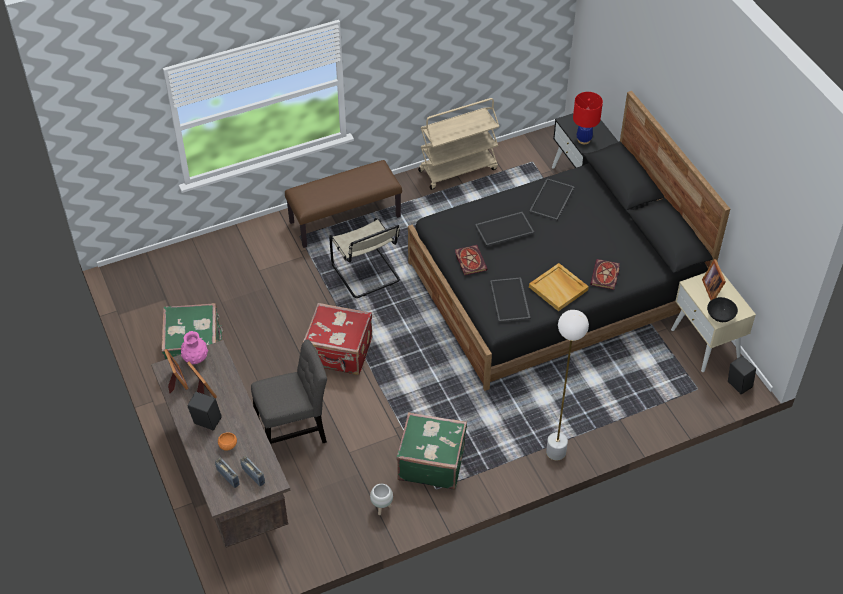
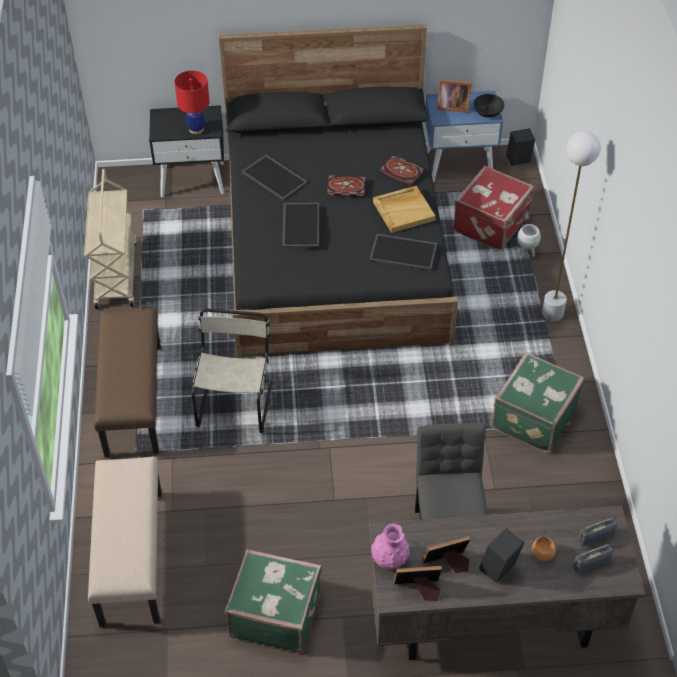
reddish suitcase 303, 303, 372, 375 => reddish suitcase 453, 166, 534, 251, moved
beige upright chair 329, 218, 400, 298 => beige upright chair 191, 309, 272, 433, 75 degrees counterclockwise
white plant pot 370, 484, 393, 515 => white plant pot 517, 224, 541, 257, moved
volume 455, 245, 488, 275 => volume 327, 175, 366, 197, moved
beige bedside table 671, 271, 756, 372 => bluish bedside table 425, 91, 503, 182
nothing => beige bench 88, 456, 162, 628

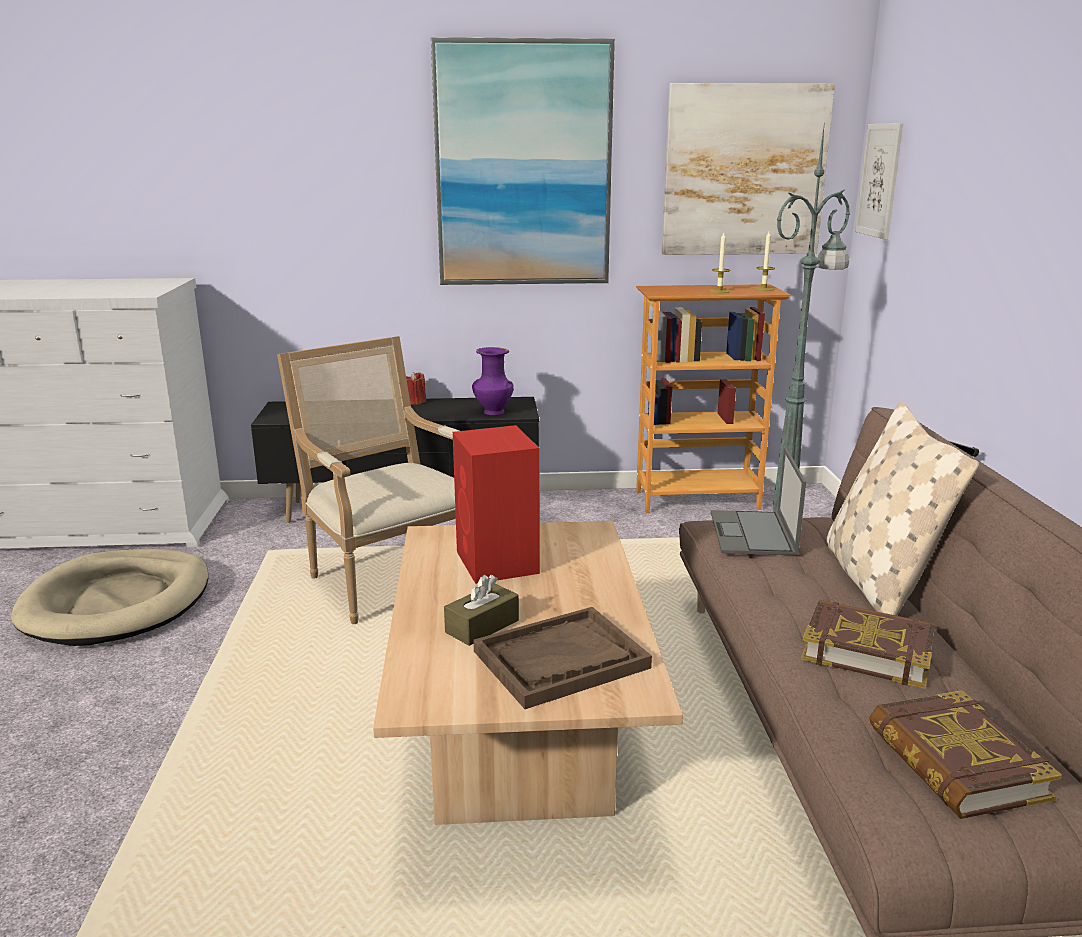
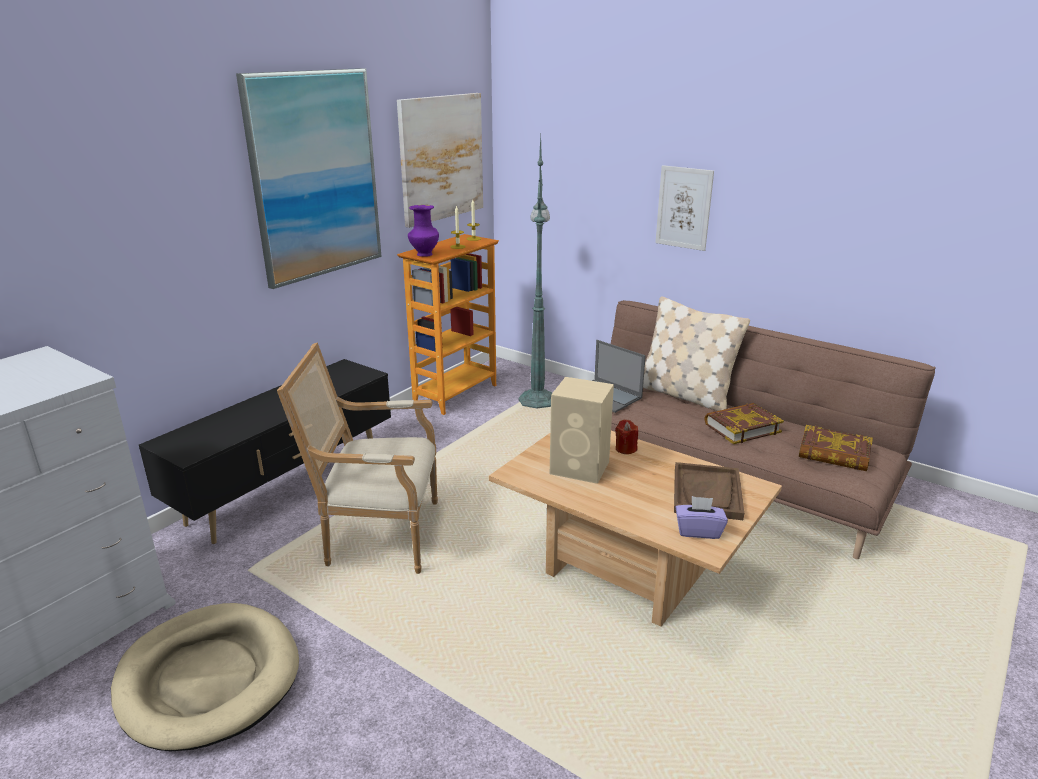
reddish wax light 406, 372, 426, 405 => reddish wax light 615, 419, 638, 454, moved
brown-coloured box of tissues 444, 575, 519, 646 => nothing
reddish audio speaker 453, 425, 540, 584 => beige audio speaker 550, 377, 614, 484
purple decorative vase 472, 347, 514, 415 => purple decorative vase 408, 205, 439, 257, moved
wall art 855, 123, 903, 239 => wall art 655, 165, 714, 251, moved
nothing => purple box of tissues 675, 496, 728, 539

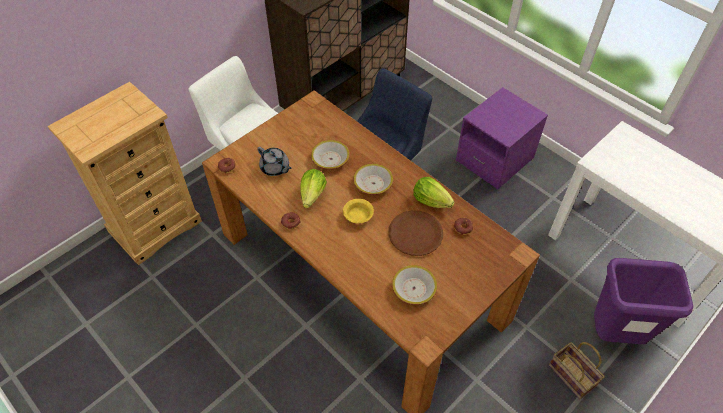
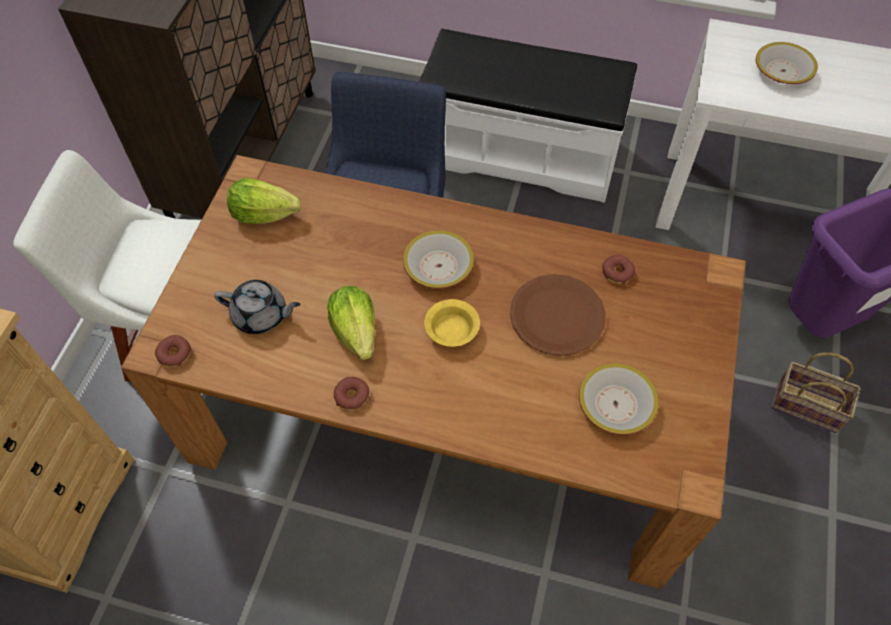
serving bowl 311, 140, 350, 169 => serving bowl 756, 42, 818, 84, moved
head of lettuce 413, 177, 455, 208 => head of lettuce 227, 178, 301, 224, moved
purple bedside table 456, 87, 548, 190 => white bench 419, 29, 637, 203

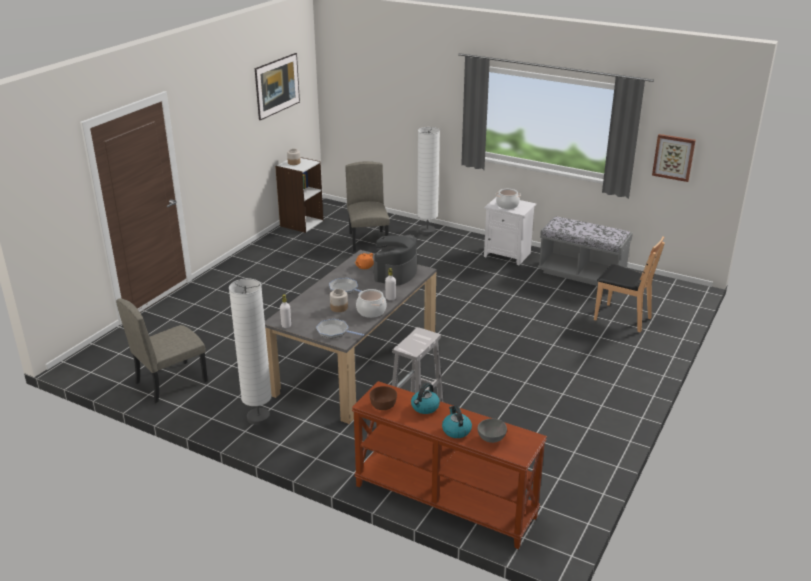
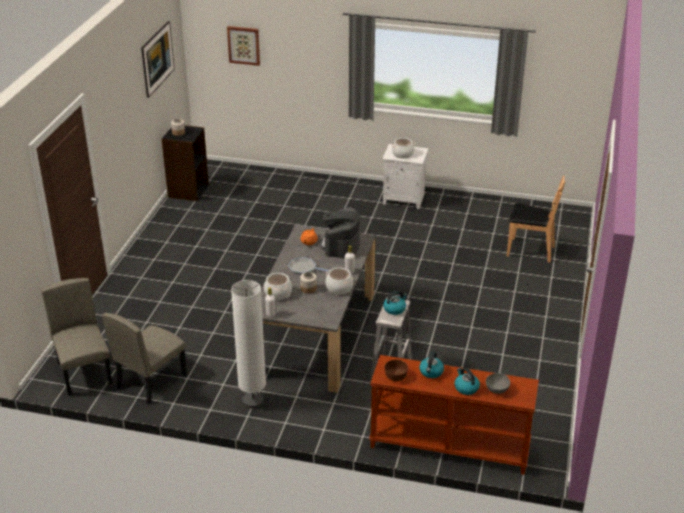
white bookcase 275, 157, 323, 233 => black-coloured bookcase 161, 125, 209, 201
skillet 316, 319, 364, 338 => nothing
beige upright chair 345, 161, 390, 252 => beige upright chair 41, 278, 112, 395, moved
white standing lamp 417, 127, 440, 235 => nothing
grey bench 538, 216, 633, 286 => nothing
wall art 652, 134, 696, 182 => wall art 227, 26, 260, 66, moved
nothing => cooking pot 264, 273, 292, 300
nothing => tea kettle 383, 291, 407, 315

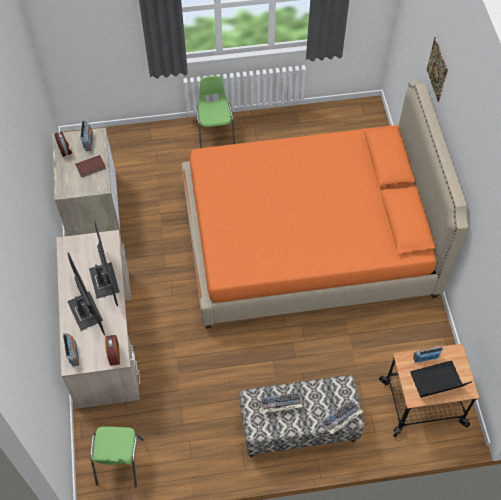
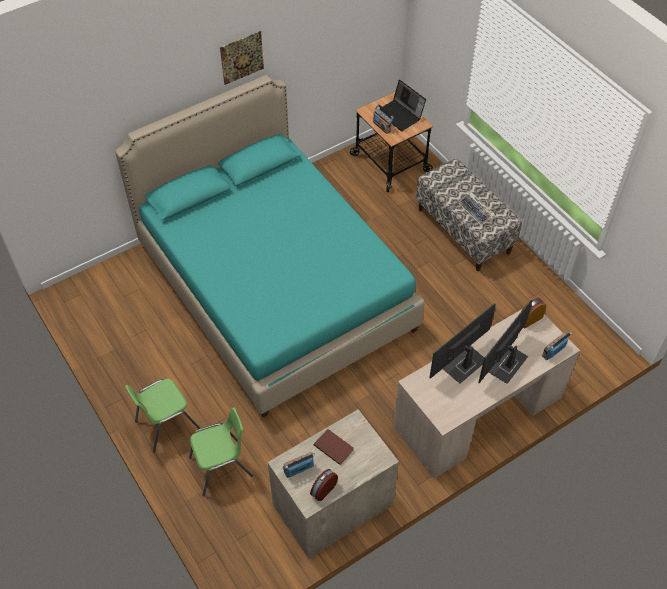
green-coloured upright chair 90, 426, 144, 487 => green-coloured upright chair 189, 407, 253, 496, moved
orangey bedroom bed 181, 81, 469, 329 => turquoise bedroom bed 115, 75, 425, 417
computer keyboard 320, 400, 363, 434 => nothing
wall art 427, 37, 448, 102 => wall art 220, 31, 264, 85, moved

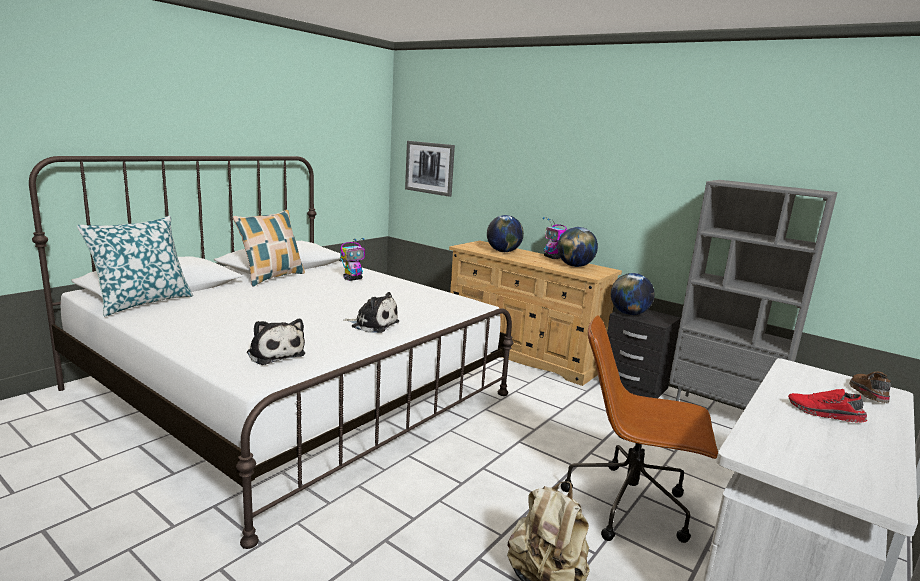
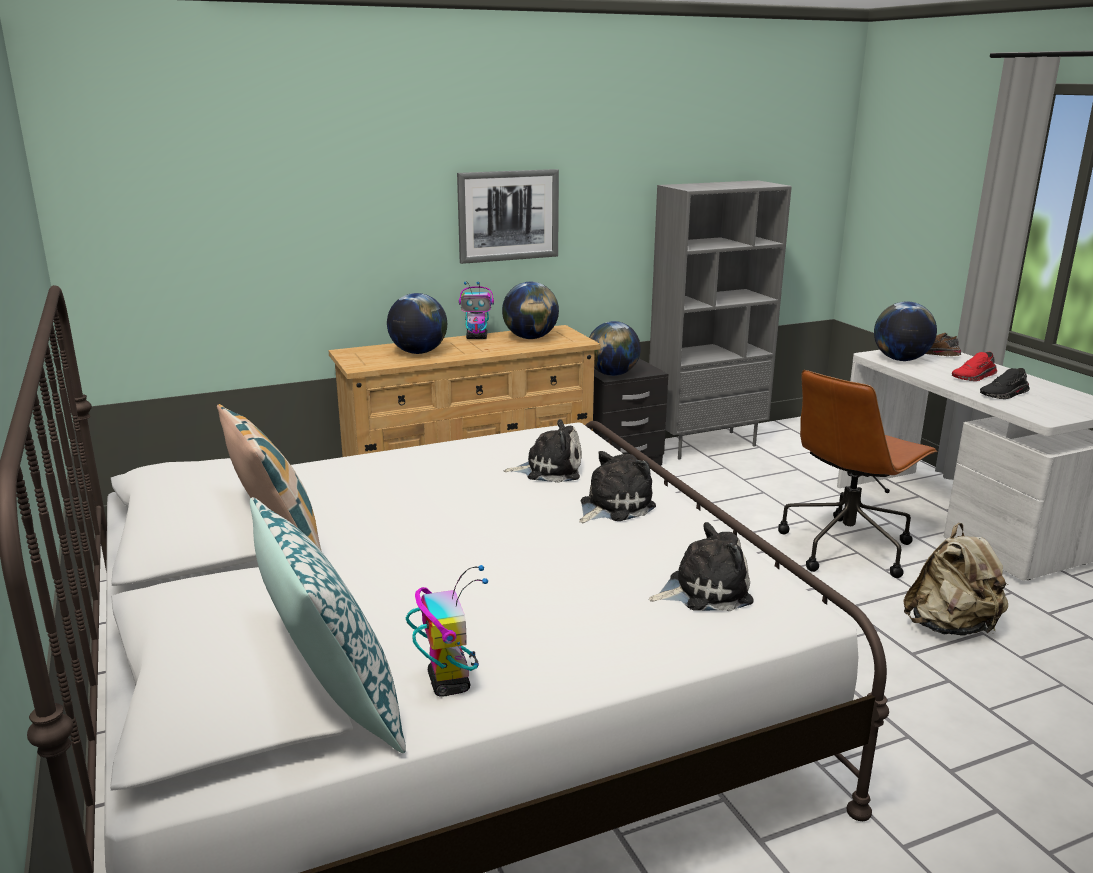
robot figure 340, 238, 365, 281 => robot figure 406, 565, 488, 697, moved
wall art 405, 141, 455, 197 => wall art 457, 169, 559, 264, moved
nothing => cuddly toy 504, 419, 582, 483
nothing => desk globe 874, 301, 937, 361
nothing => black-coloured shoe 980, 368, 1030, 399

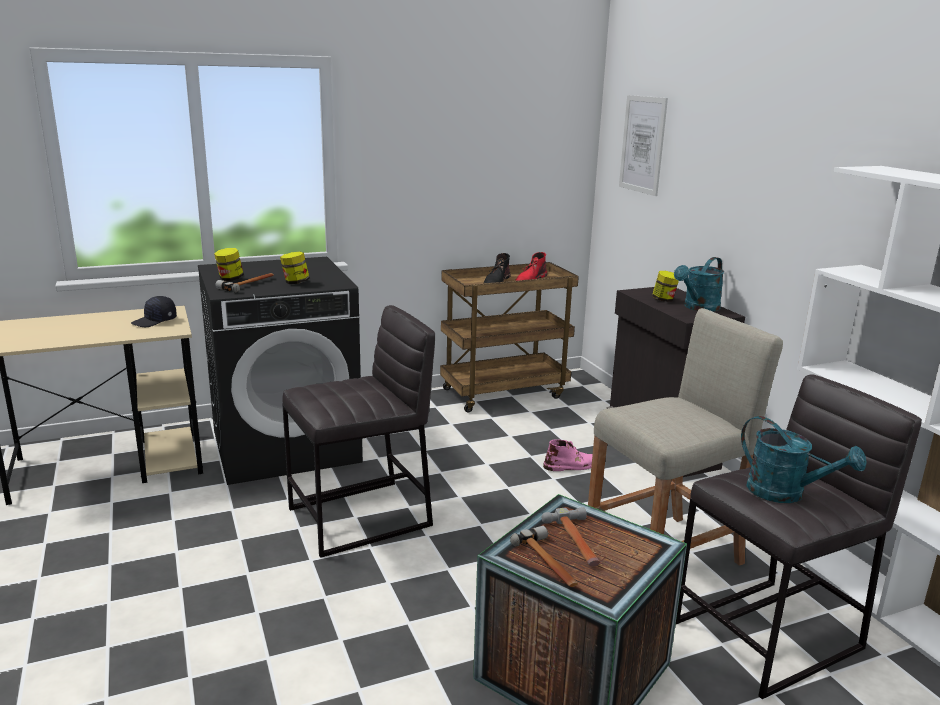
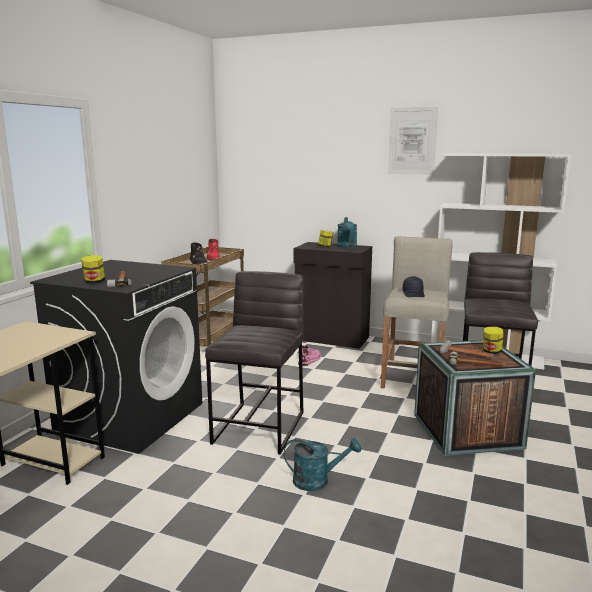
black-coloured cap 131, 296, 177, 327 => black-coloured cap 402, 276, 425, 297, moved
jar 280, 252, 310, 284 => jar 483, 326, 503, 354, moved
wall art 619, 95, 668, 196 => wall art 388, 107, 438, 175, moved
turquoise watering pot 741, 416, 867, 503 => turquoise watering pot 284, 438, 361, 491, moved

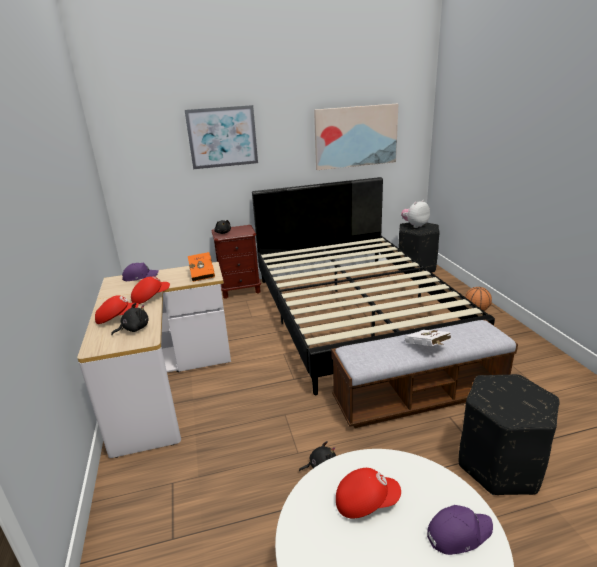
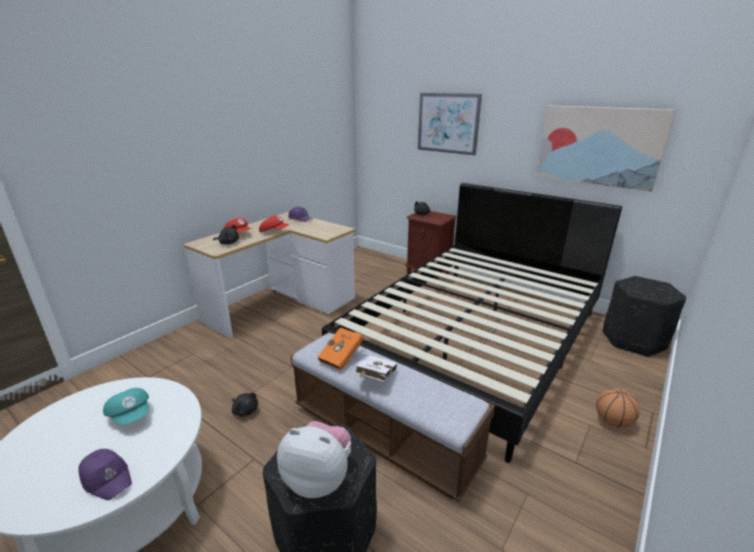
orangey volume 188, 252, 215, 282 => orangey volume 317, 327, 363, 370, moved
reddish cap 336, 468, 401, 518 => turquoise cap 103, 388, 149, 425
cuddly toy 401, 200, 430, 228 => cuddly toy 277, 421, 351, 498, moved

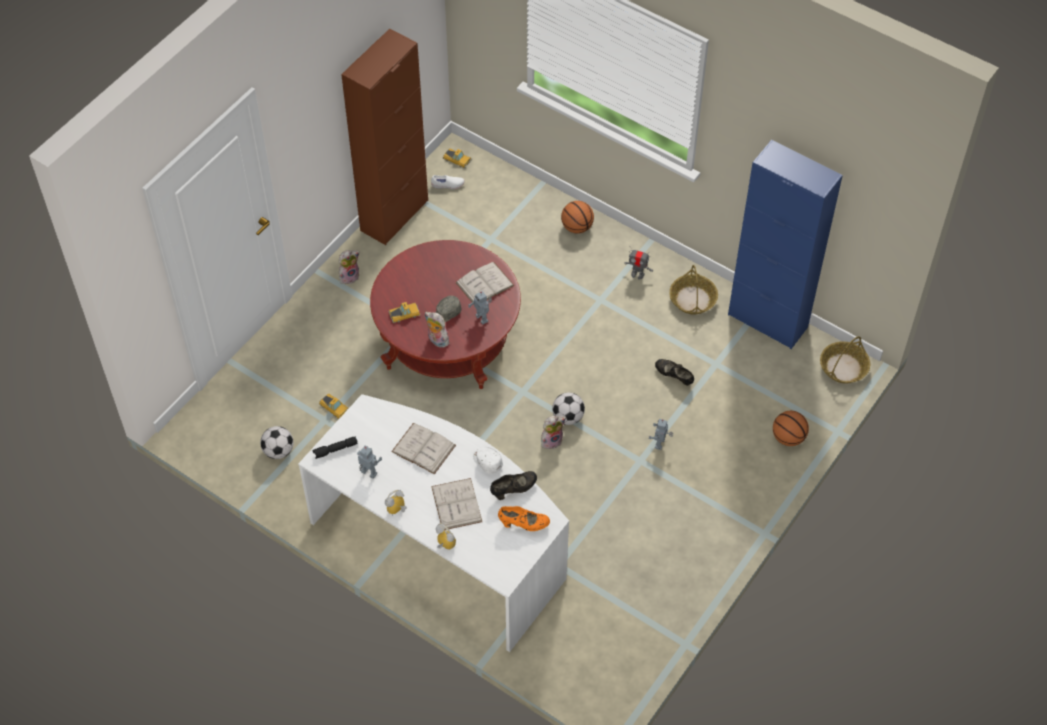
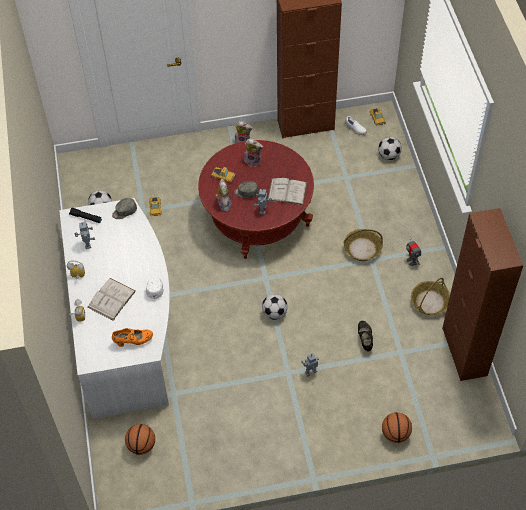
white volume 391, 423, 456, 475 => nothing
black-coloured shoe 490, 471, 537, 500 => nothing
orangey shoe 498, 506, 550, 531 => orangey shoe 112, 328, 153, 347, 60 degrees counterclockwise
cuddly toy 541, 416, 566, 449 => cuddly toy 244, 138, 263, 167, moved
basketball 561, 201, 594, 234 => basketball 125, 424, 155, 455, moved
bluish storage cabinet 728, 140, 843, 349 => brown-coloured storage cabinet 442, 208, 524, 381
storage basket 820, 336, 870, 383 => storage basket 344, 229, 383, 261, moved
nothing => grey cap 112, 198, 137, 219
nothing => ball for football 378, 137, 402, 160

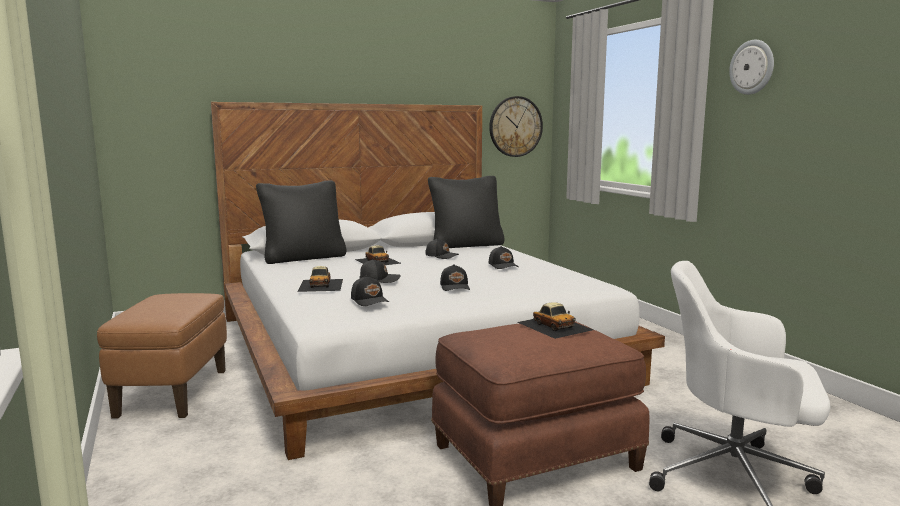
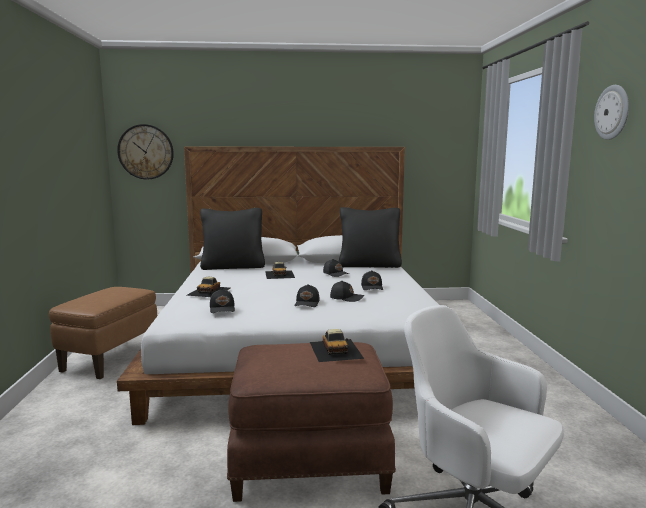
black-coloured cap 359, 259, 401, 283 => black-coloured cap 330, 281, 364, 302, moved
hanging clock 489, 96, 543, 157 => hanging clock 117, 124, 174, 180, moved

